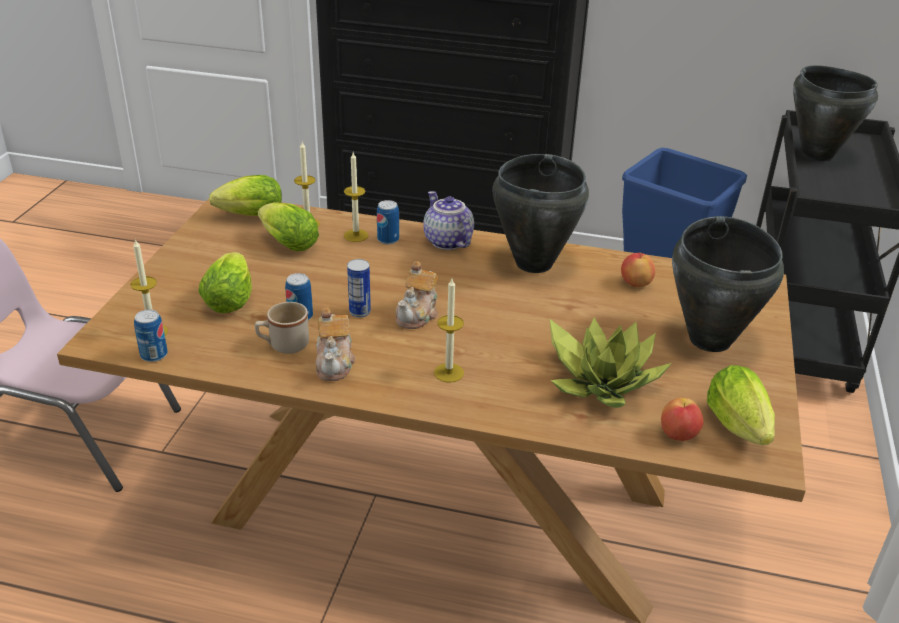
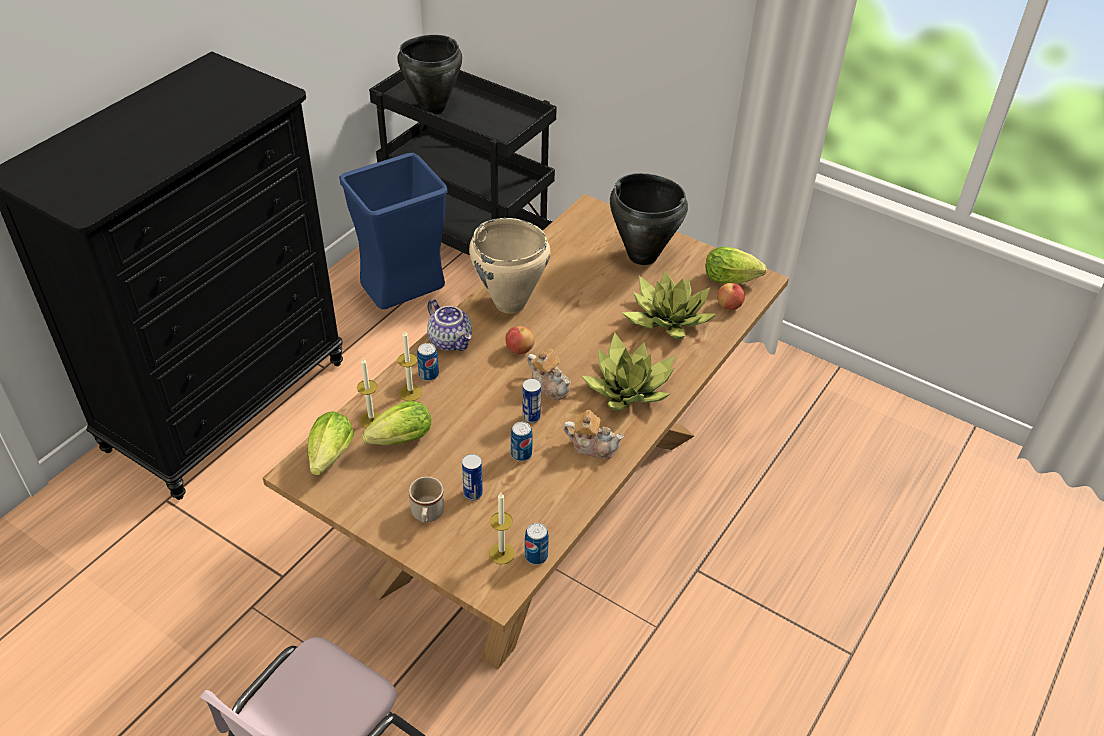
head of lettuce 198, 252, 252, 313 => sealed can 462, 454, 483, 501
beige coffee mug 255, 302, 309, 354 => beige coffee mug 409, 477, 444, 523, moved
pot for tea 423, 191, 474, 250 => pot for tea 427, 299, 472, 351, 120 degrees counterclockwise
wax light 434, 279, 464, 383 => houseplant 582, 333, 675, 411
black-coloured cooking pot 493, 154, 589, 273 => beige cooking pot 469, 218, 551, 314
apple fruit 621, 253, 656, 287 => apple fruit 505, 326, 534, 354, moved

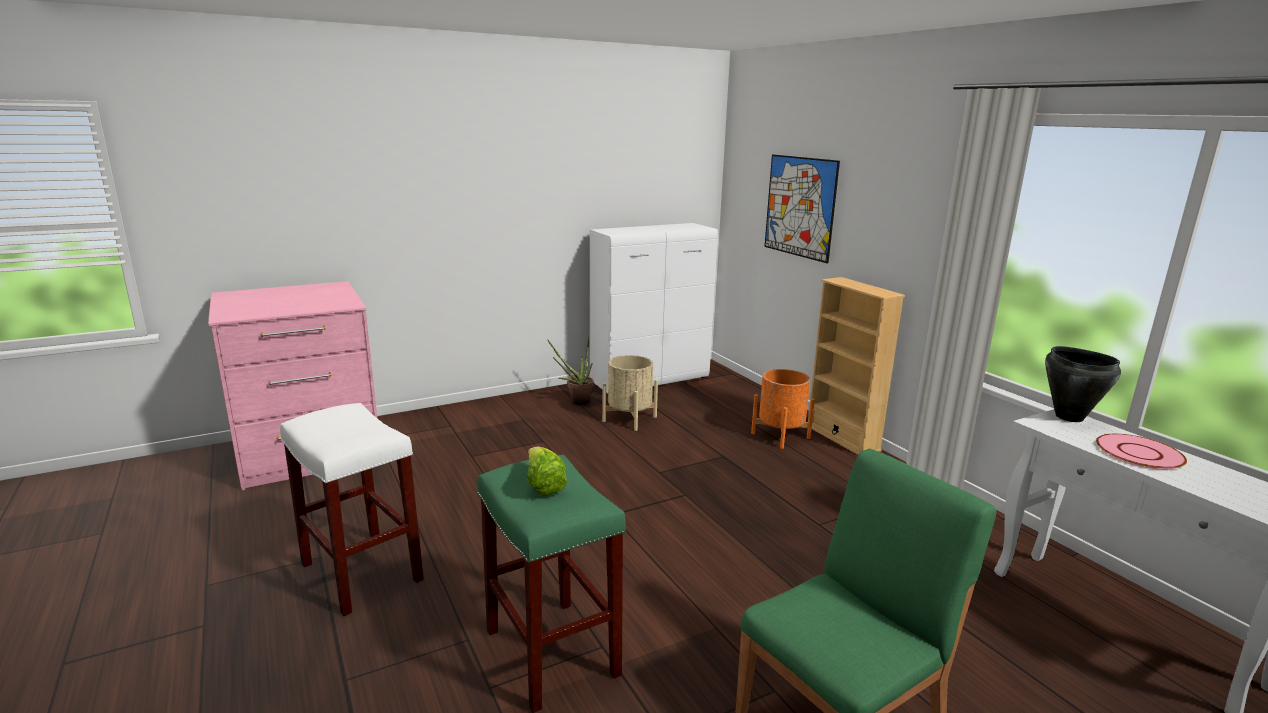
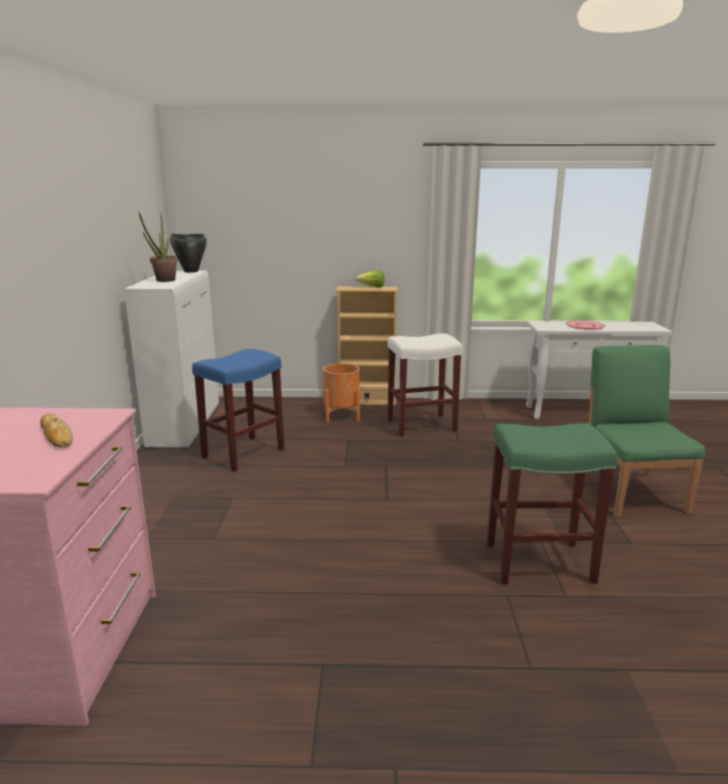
white stool 280, 403, 424, 616 => white stool 387, 333, 463, 437, moved
head of lettuce 526, 447, 567, 496 => head of lettuce 356, 270, 384, 288, moved
houseplant 547, 337, 594, 405 => houseplant 138, 211, 178, 282, moved
beige plant pot 602, 355, 658, 431 => bluish stool 192, 349, 285, 472
wall art 764, 155, 840, 263 => nothing
black-coloured cooking pot 1045, 346, 1121, 422 => black-coloured cooking pot 170, 234, 207, 273, moved
nothing => baked bread 40, 413, 73, 448

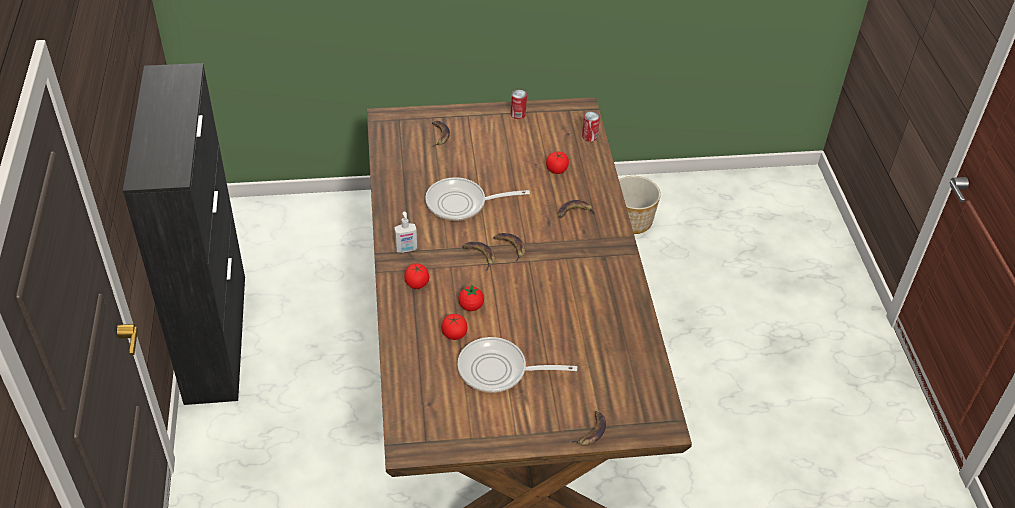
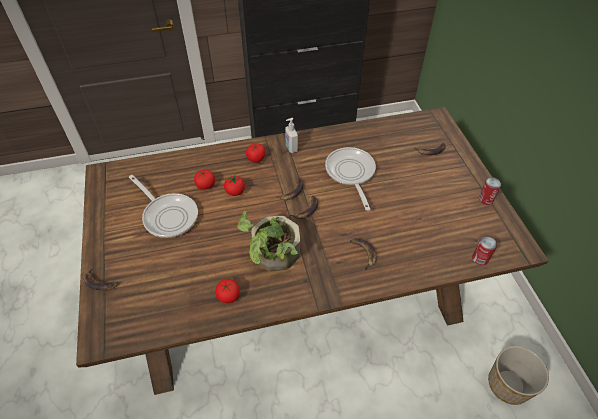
skillet 457, 337, 577, 393 => skillet 129, 175, 198, 238, 135 degrees clockwise
whole tomato 546, 152, 569, 174 => whole tomato 215, 279, 240, 303, moved
nothing => houseplant 237, 211, 300, 272

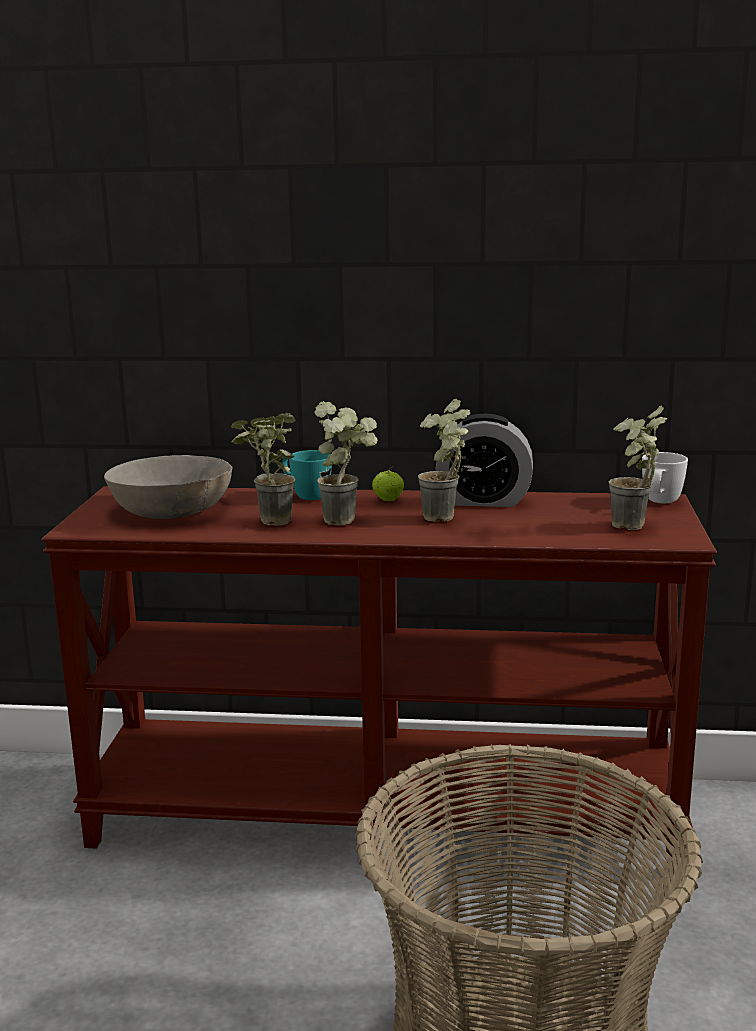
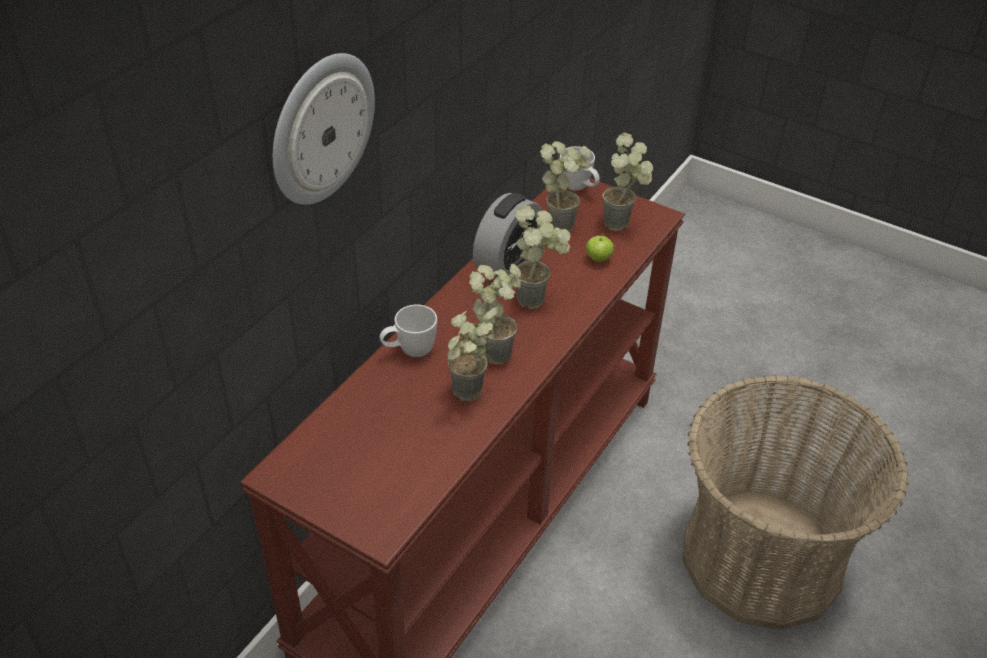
grey serving bowl 104, 455, 233, 519 => nothing
turquoise coffee mug 282, 450, 332, 500 => white coffee mug 380, 304, 437, 357
apple fruit 372, 466, 404, 501 => apple fruit 586, 232, 614, 262, moved
nothing => hanging clock 273, 53, 375, 205
nothing => houseplant 540, 141, 590, 232

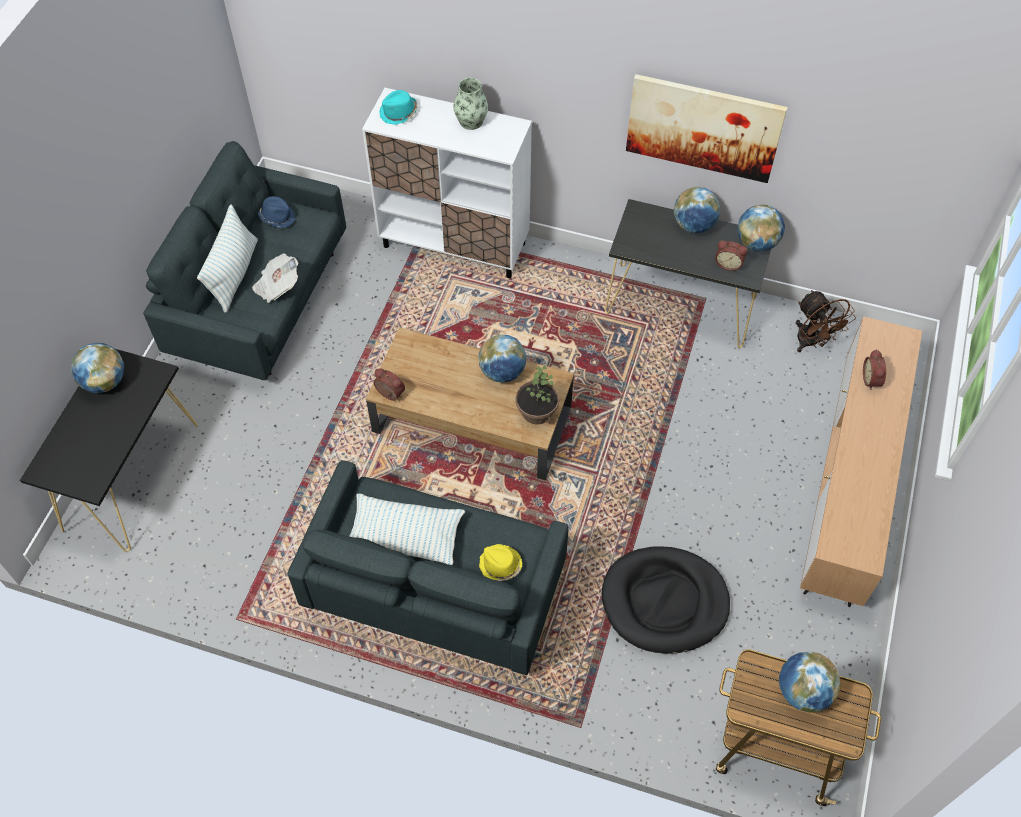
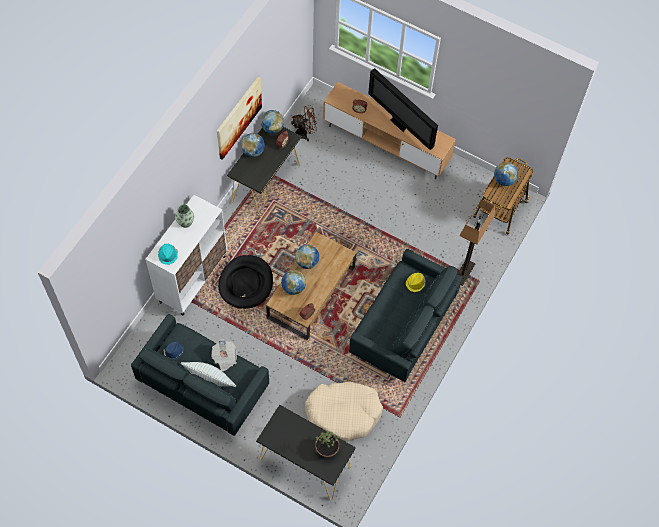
desk globe 71, 343, 124, 393 => desk globe 281, 270, 306, 295, moved
cushion 349, 493, 465, 565 => nothing
houseplant 515, 366, 559, 425 => houseplant 315, 431, 340, 457, moved
black-coloured dog bed 602, 546, 730, 654 => black-coloured dog bed 218, 255, 273, 309, moved
nothing => beige dog bed 305, 382, 383, 442
nothing => television 368, 68, 438, 150
nothing => standing lamp 457, 199, 495, 286

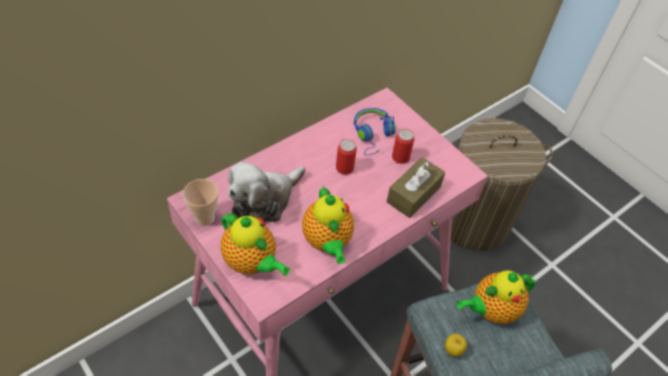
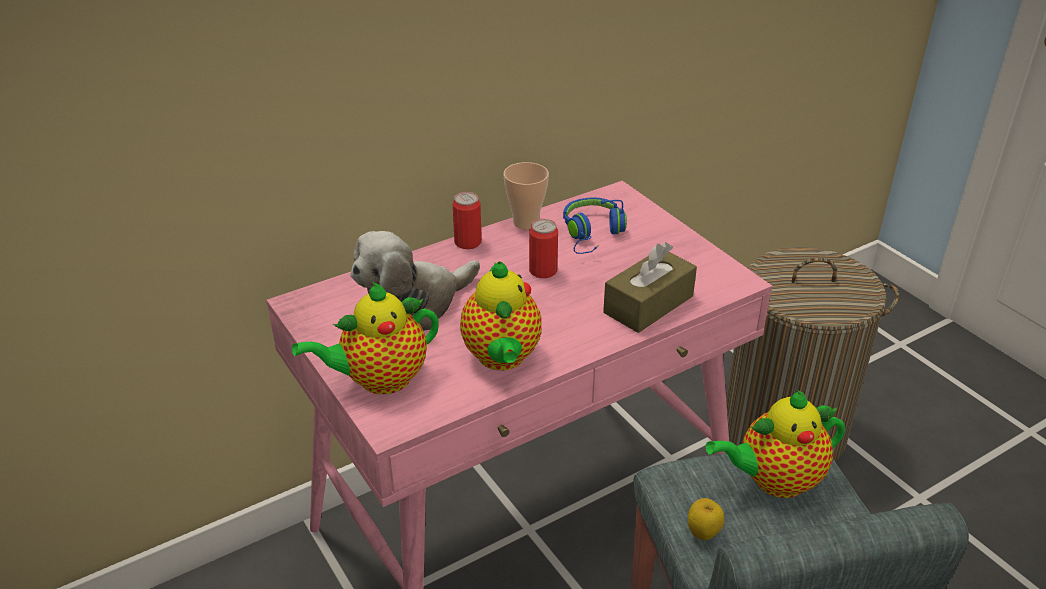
drinking cup 183, 179, 218, 226 => drinking cup 504, 162, 549, 229, moved
pot for tea 220, 212, 290, 276 => pot for tea 292, 282, 439, 394, 105 degrees clockwise
sealed can 392, 129, 414, 164 => sealed can 453, 192, 482, 249, moved

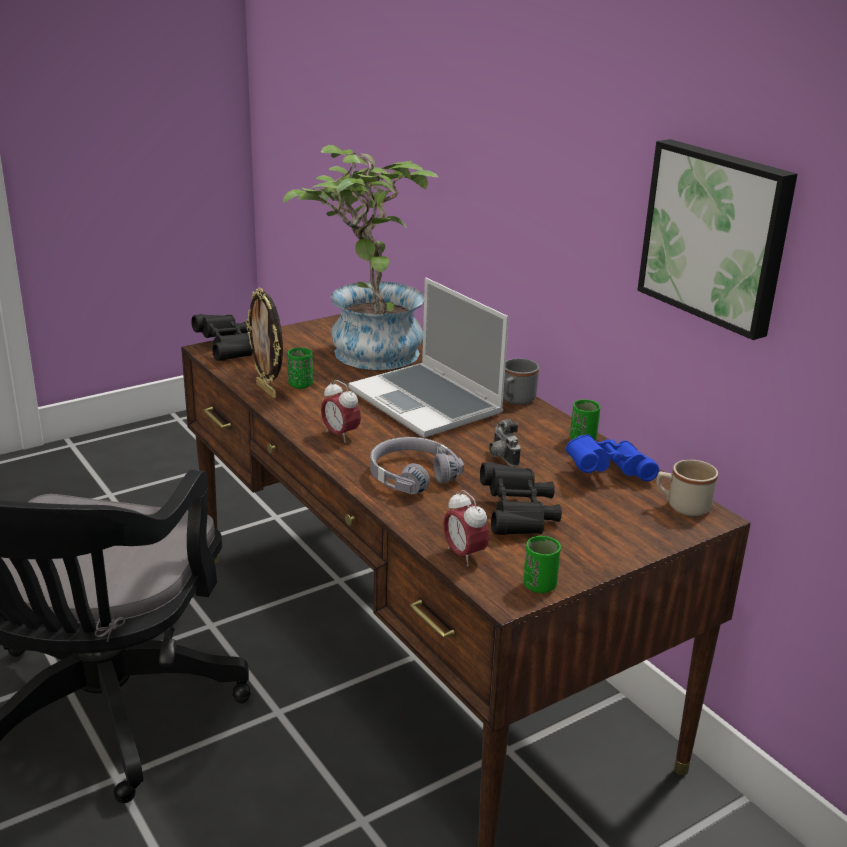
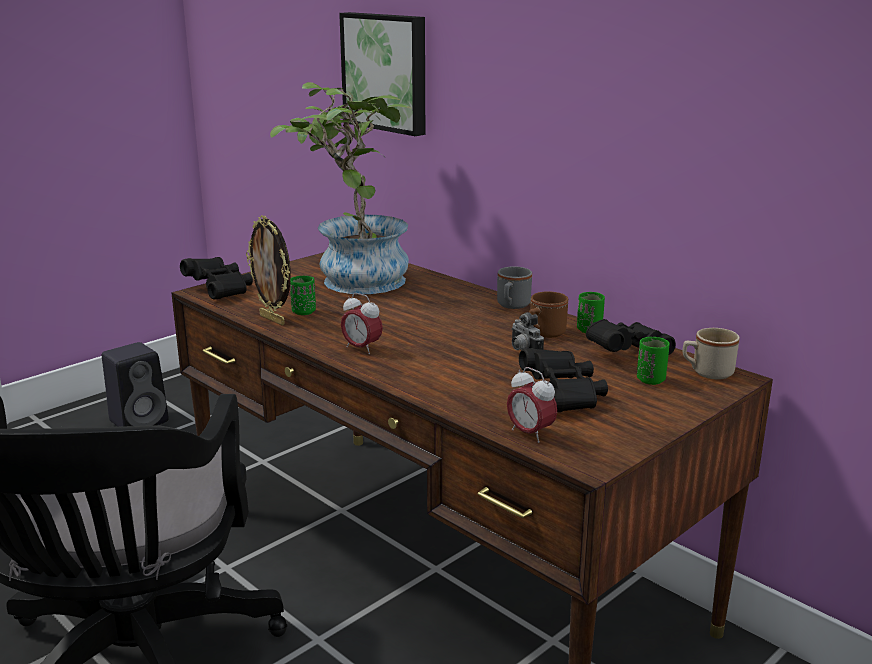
laptop 349, 278, 509, 438 => nothing
grey headphones 370, 437, 464, 494 => nothing
green-coloured drinking cup 523, 536, 561, 593 => green-coloured drinking cup 637, 337, 670, 385, moved
bluish field glasses 566, 435, 659, 482 => black-coloured field glasses 586, 319, 676, 355
wall art 637, 139, 797, 340 => wall art 339, 12, 425, 136, moved
nothing => black-coloured audio speaker 102, 342, 169, 427
nothing => brown-coloured coffee mug 529, 291, 568, 338

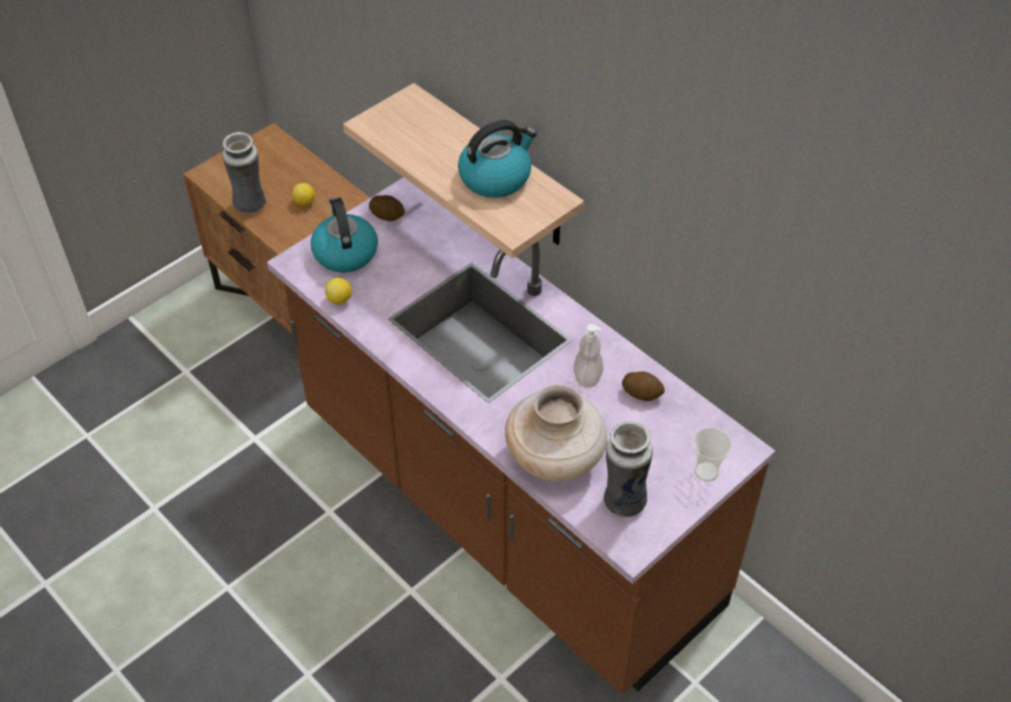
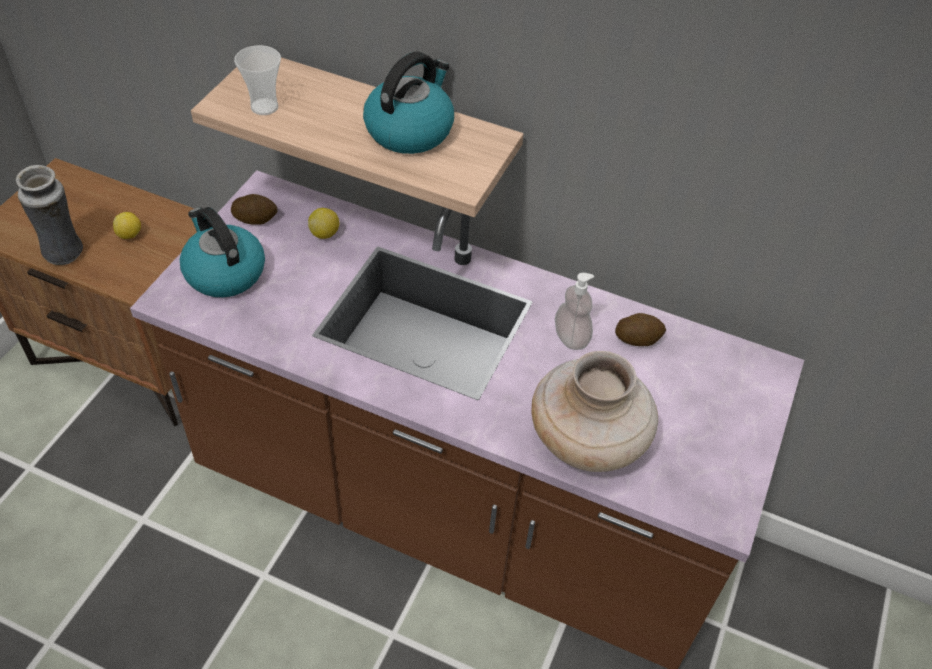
whole lemon 325, 277, 352, 304 => whole lemon 308, 208, 340, 239, moved
decorative vase 604, 421, 653, 517 => nothing
drinking cup 693, 427, 732, 482 => drinking cup 234, 45, 281, 115, moved

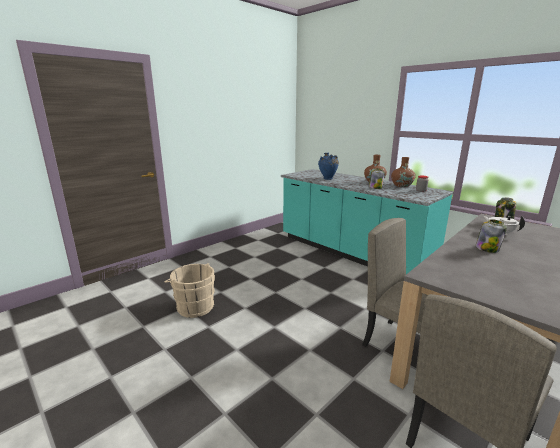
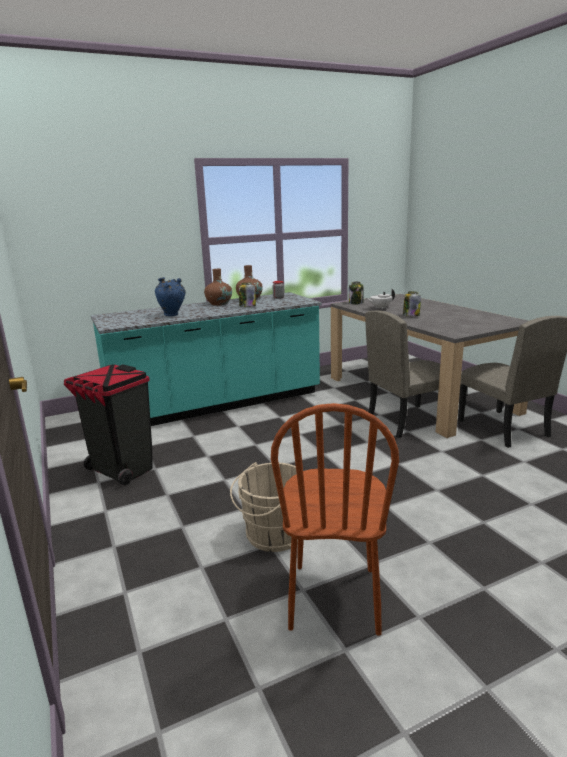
nothing => black-coloured rubbish bin 64, 364, 153, 485
nothing => brown-coloured upright chair 271, 403, 399, 636

